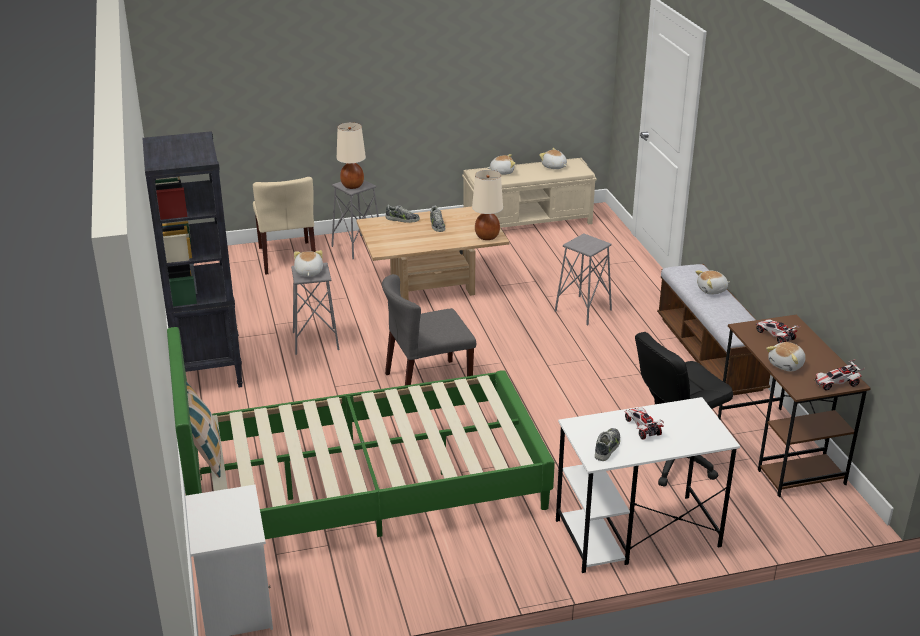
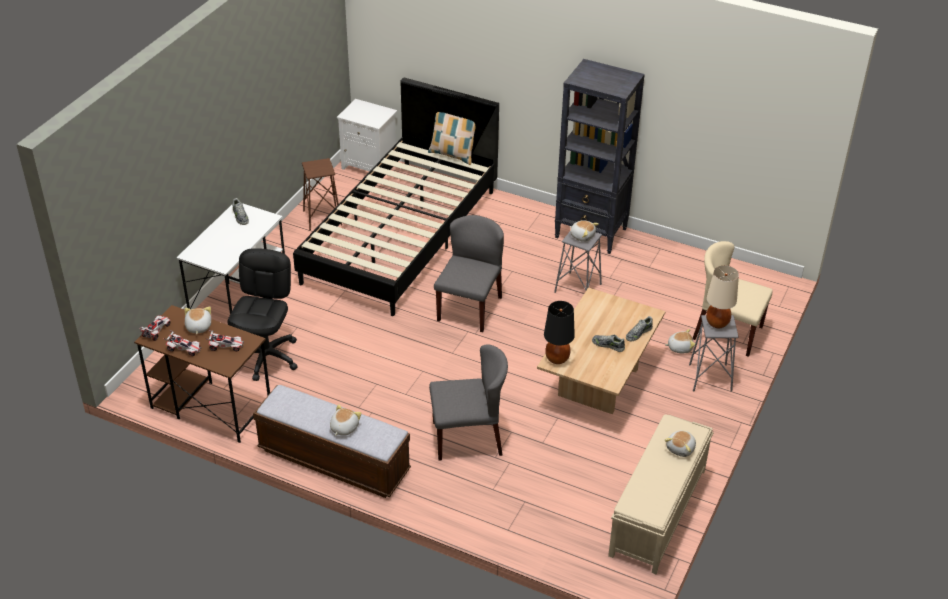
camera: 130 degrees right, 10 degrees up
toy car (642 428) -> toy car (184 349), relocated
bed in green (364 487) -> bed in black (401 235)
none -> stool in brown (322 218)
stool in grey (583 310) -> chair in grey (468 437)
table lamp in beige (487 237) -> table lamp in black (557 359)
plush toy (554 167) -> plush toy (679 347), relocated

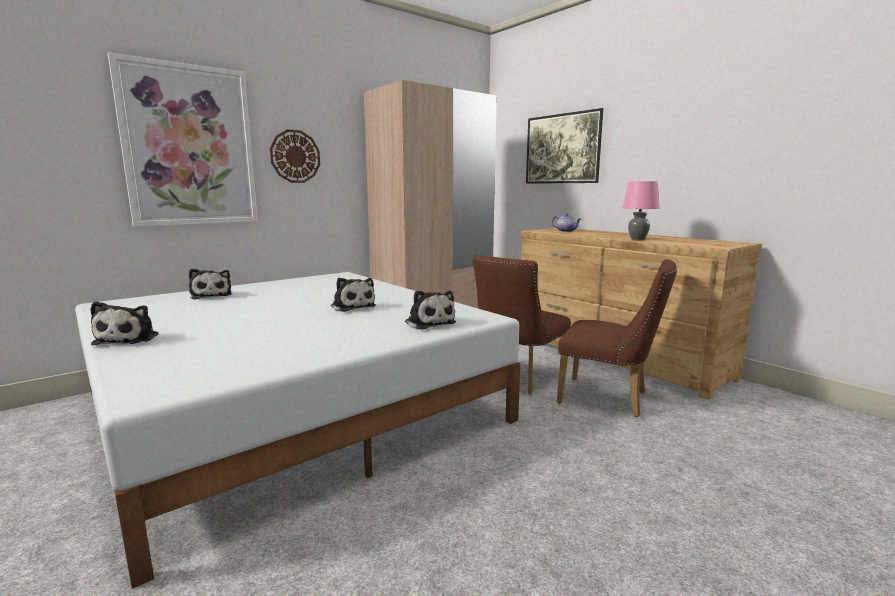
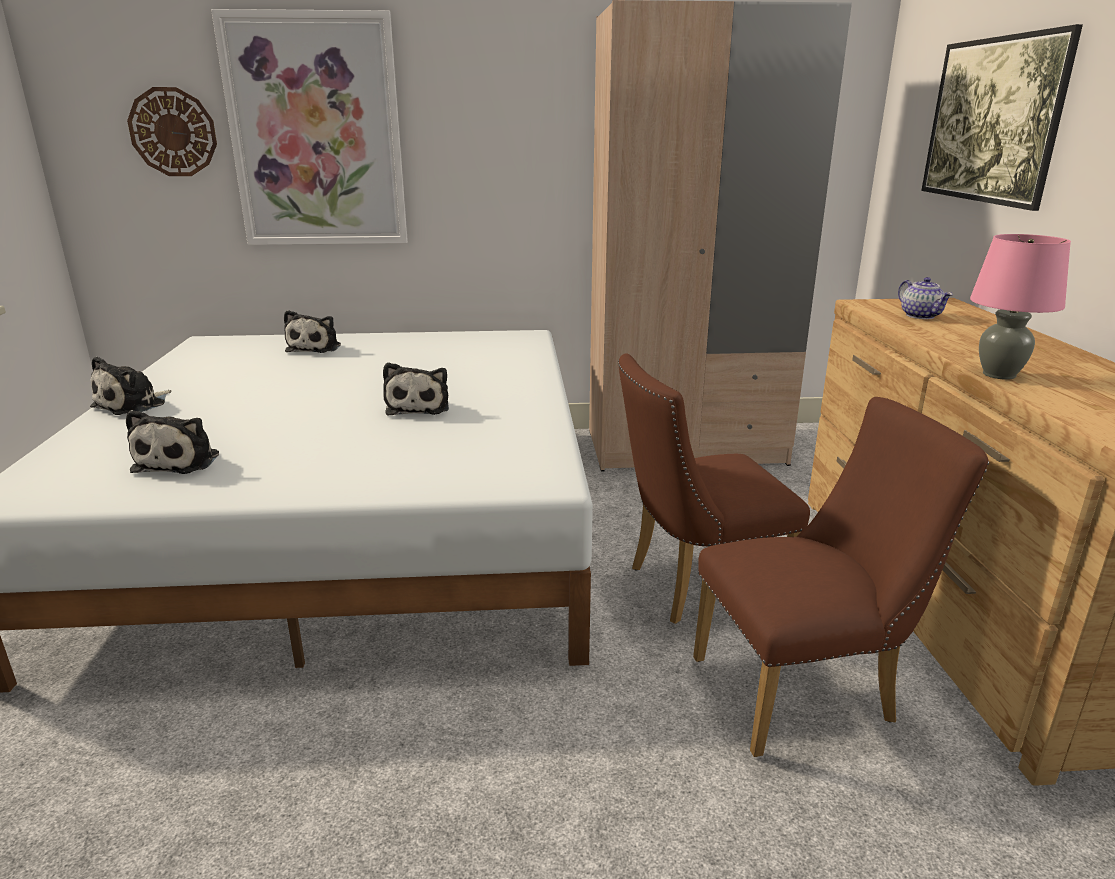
camera: 35 degrees right, 10 degrees up
plush toy (429 323) -> plush toy (180 461), relocated
wall clock (295 156) -> wall clock (173 132), relocated
chair in brown (610 399) -> chair in brown (805 691), 75 degrees counterclockwise

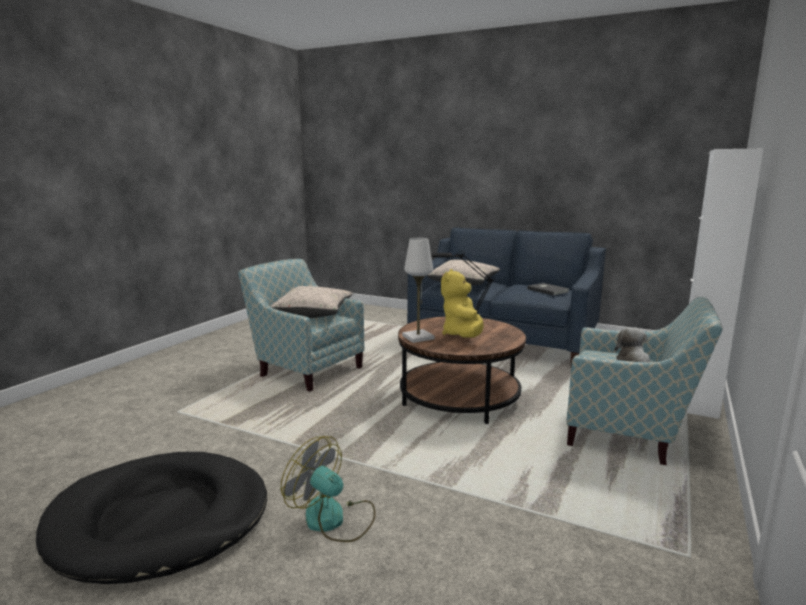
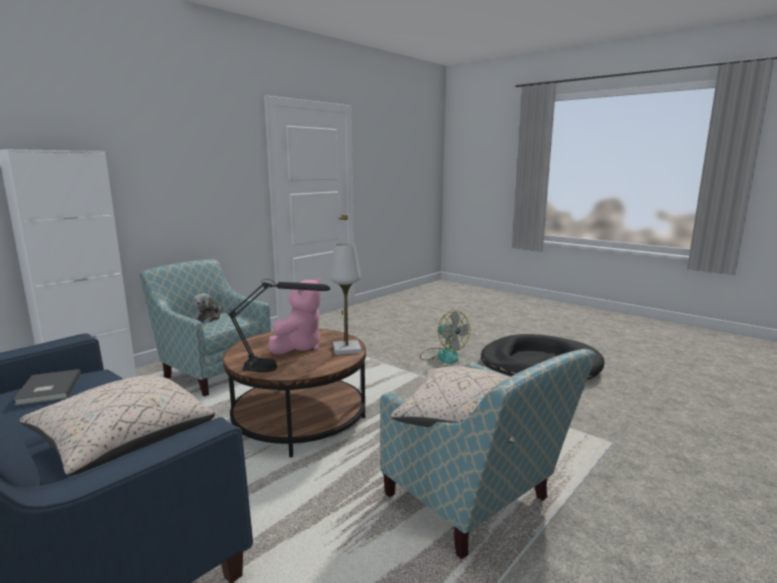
camera: 165 degrees left, 0 degrees up
plush toy in yellow (463 335) -> plush toy in pink (299 347)

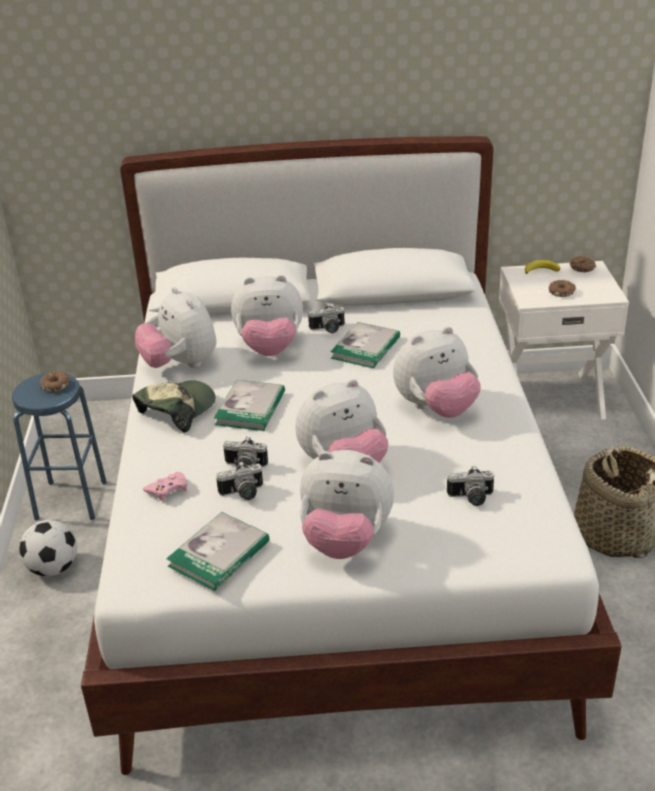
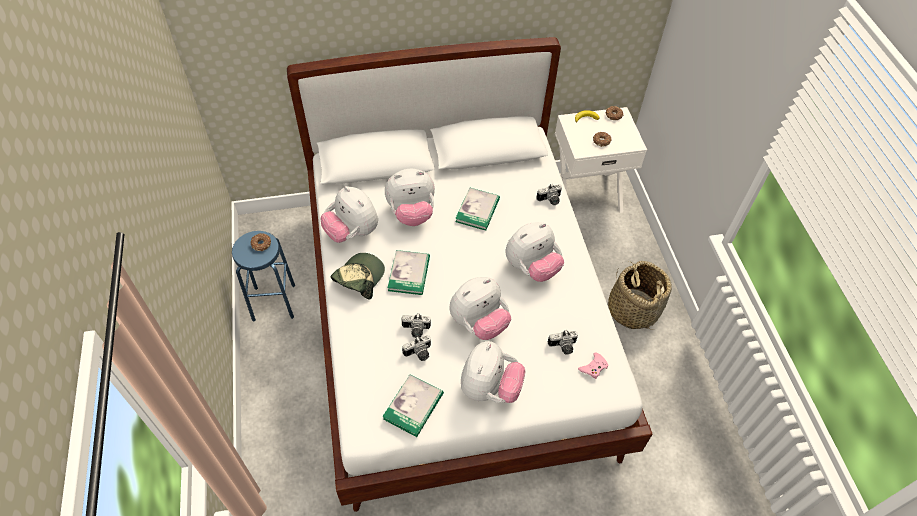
camera: 10 degrees left, 20 degrees up
plush toy (345 540) -> plush toy (489 388), 75 degrees counterclockwise
photo camera (328 329) -> photo camera (550 200), relocated
game controller in pink (168 489) -> game controller in pink (593 367), relocated
football (53 568) -> none

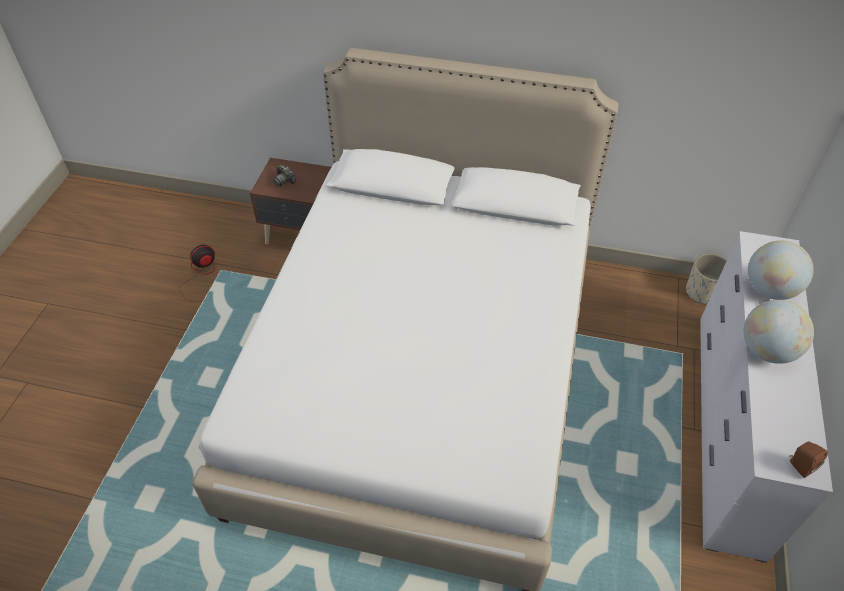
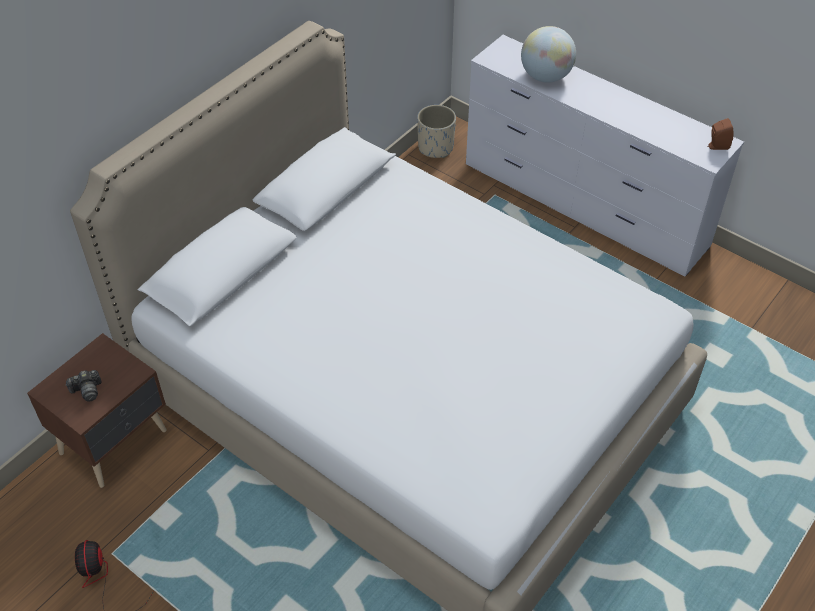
camera: 65 degrees left, 0 degrees up
globe (766 350) -> none

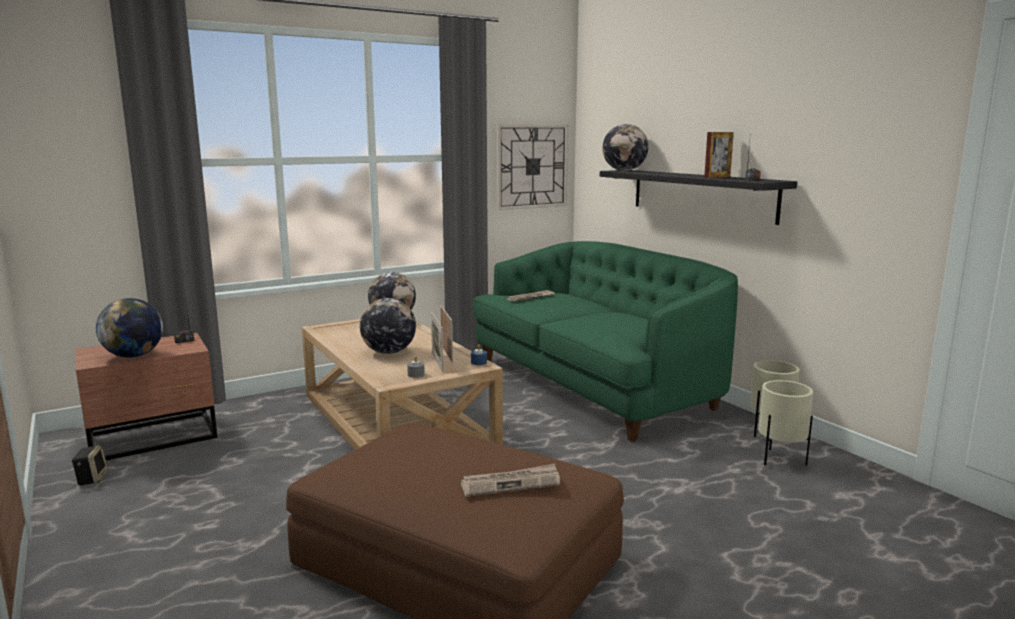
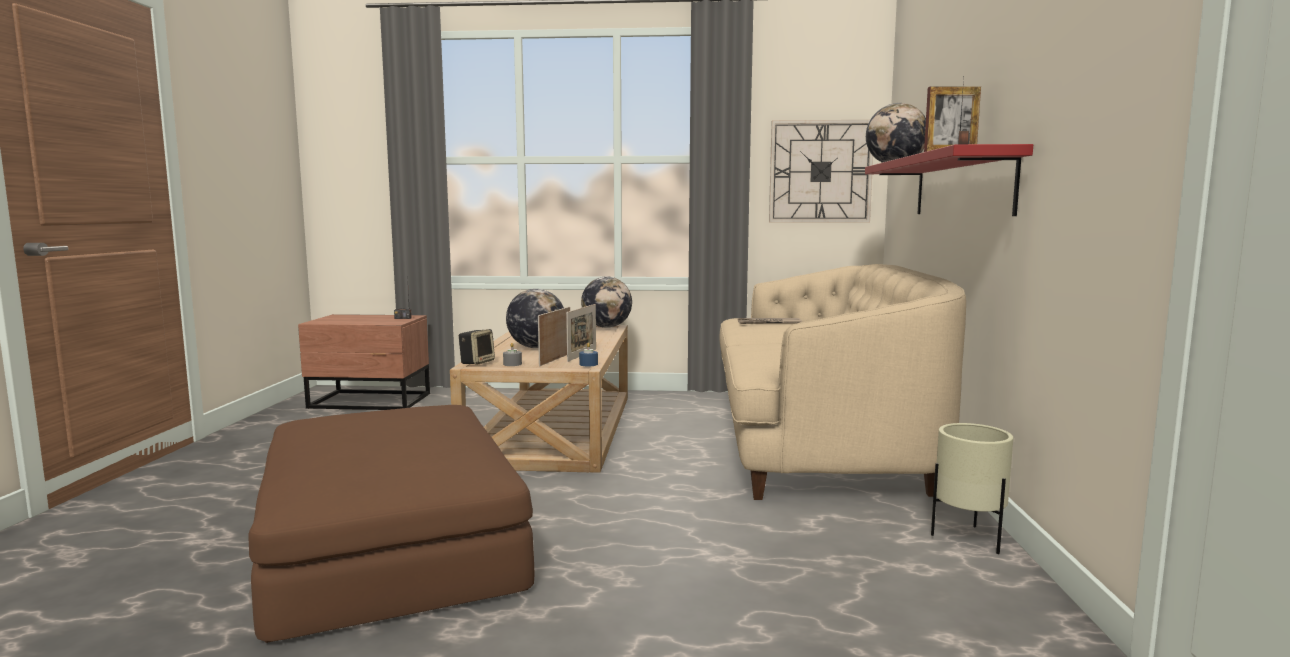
camera: 35 degrees right, 5 degrees down
speaker (92 478) -> speaker (477 362), relocated
sofa in green (594 385) -> sofa in beige (815 440)
shelf in black (701 194) -> shelf in red (960 186)
globe (134 356) -> none
newspaper (511 483) -> none
planter in beige (780 460) -> none

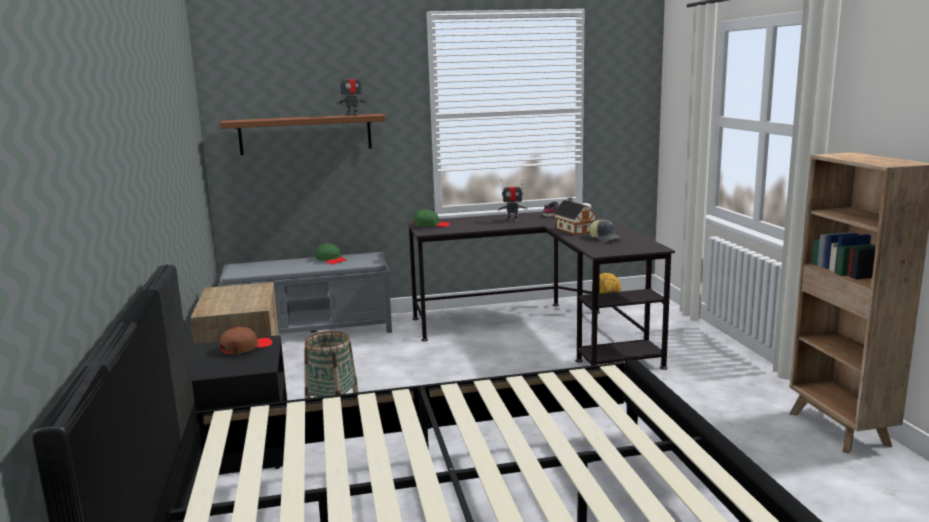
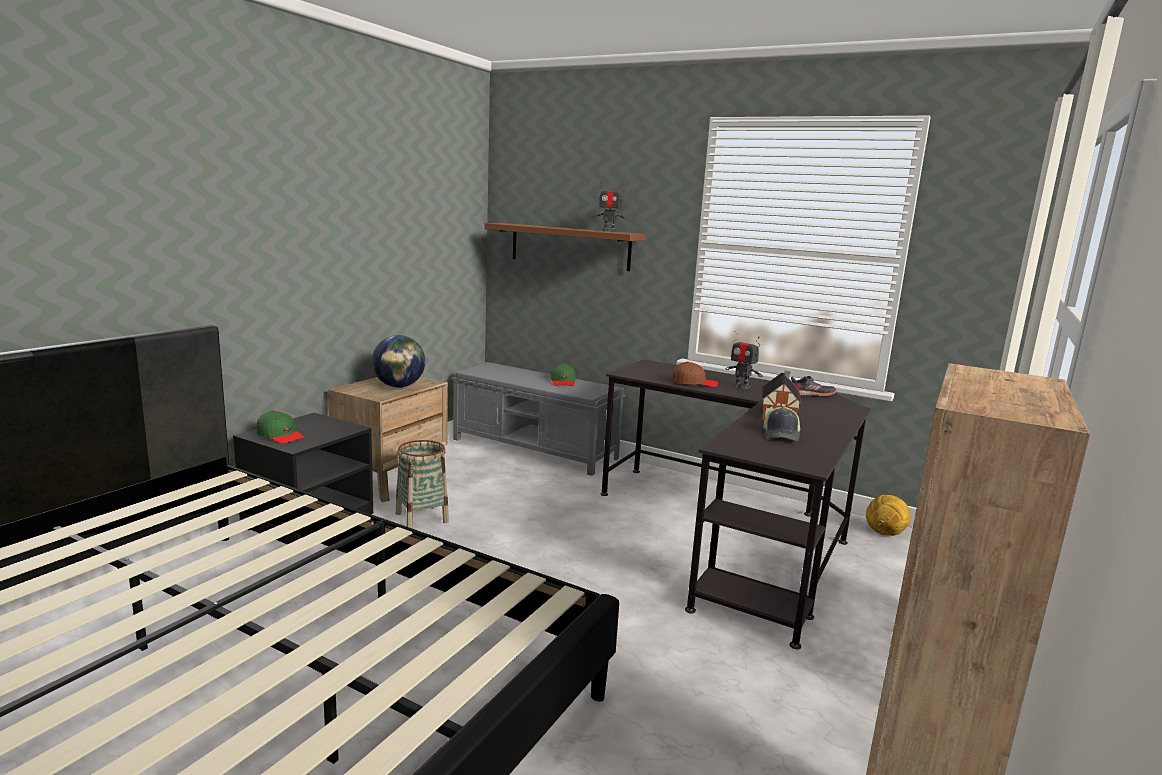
camera: 40 degrees right, 0 degrees up
cap in green (431 225) -> cap in green (280 436), relocated
none -> globe (399 386)
cap in brown (246 347) -> cap in brown (694 383), relocated

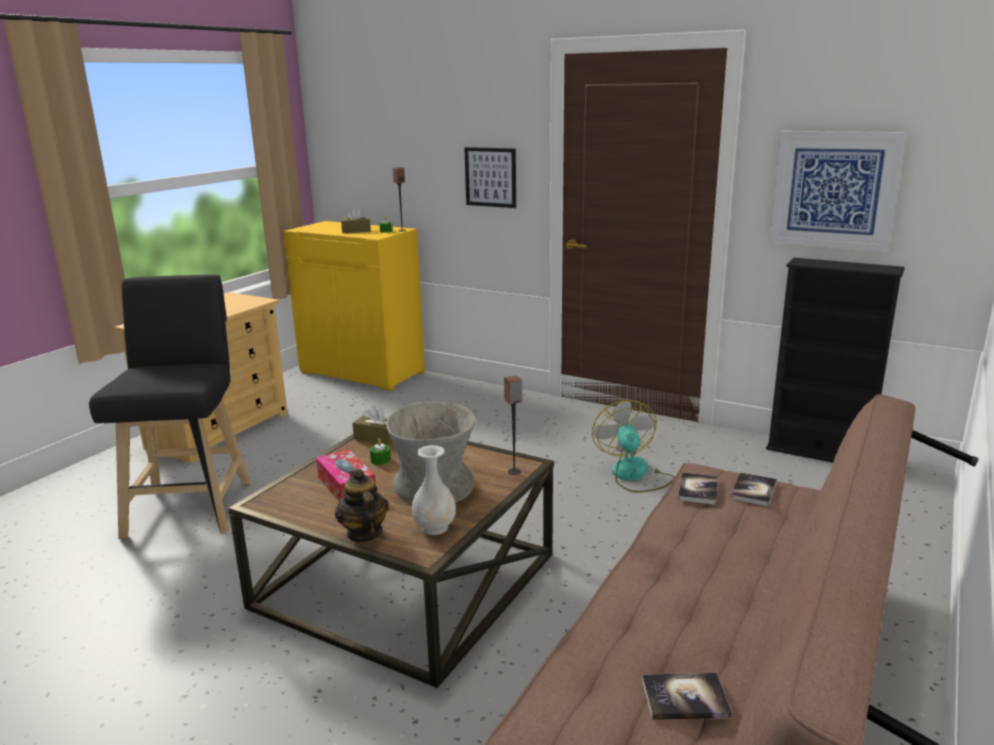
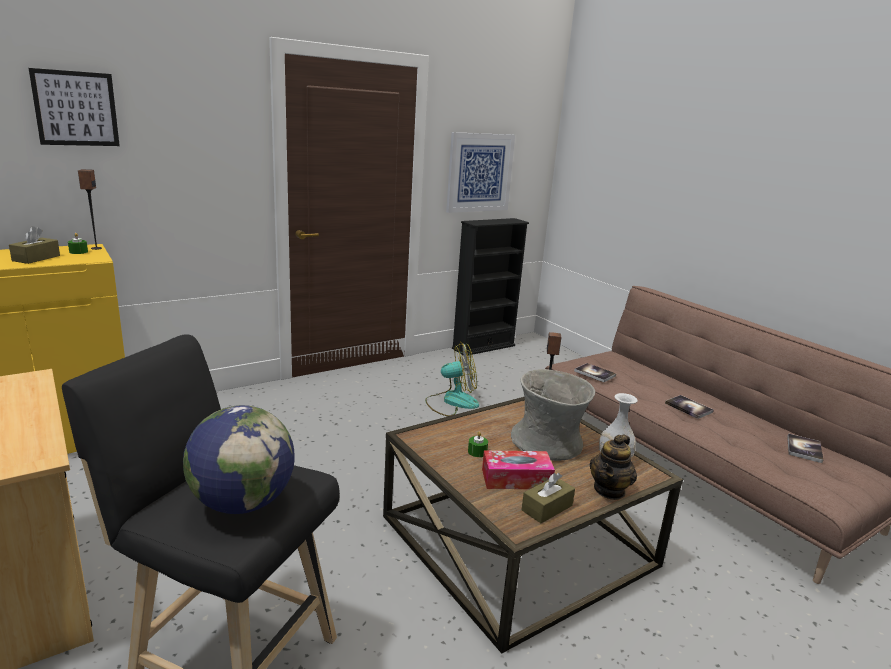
camera: 65 degrees left, 0 degrees up
picture (490 177) -> picture (76 108), relocated
none -> globe (242 503)
fan (634 475) -> fan (452 402), 150 degrees clockwise
tissue box in brown (377 438) -> tissue box in brown (547 508), relocated
teapot (363 533) -> teapot (609 490), 60 degrees counterclockwise
book (753 490) -> book (688 408), relocated

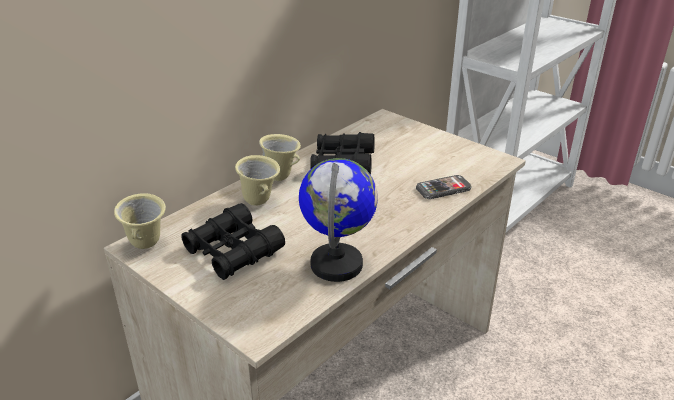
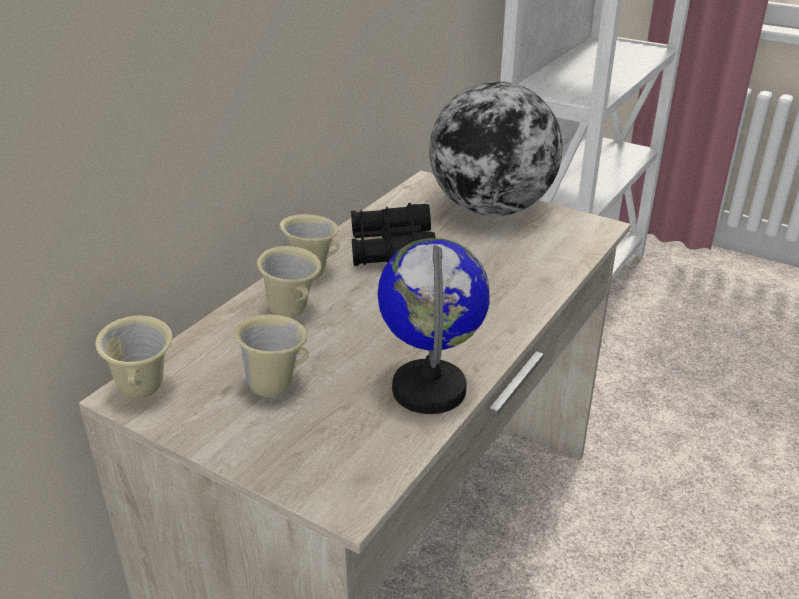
camera: 10 degrees left, 0 degrees up
binoculars in black (233 251) -> mug in beige (276 386)
none -> globe (491 209)
phone (443 189) -> none

